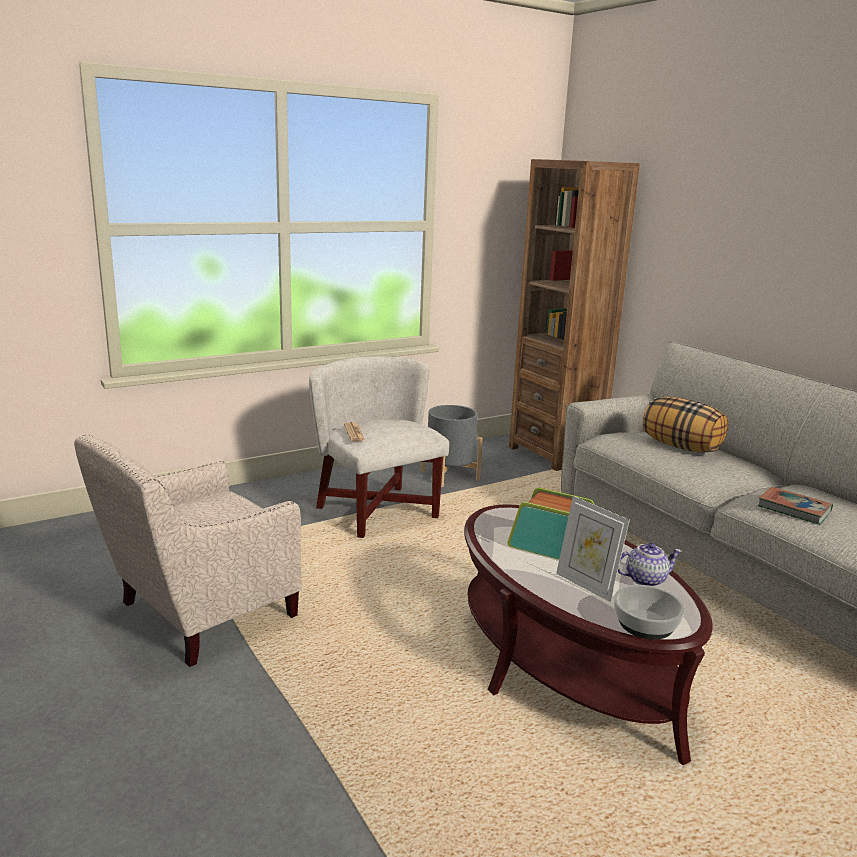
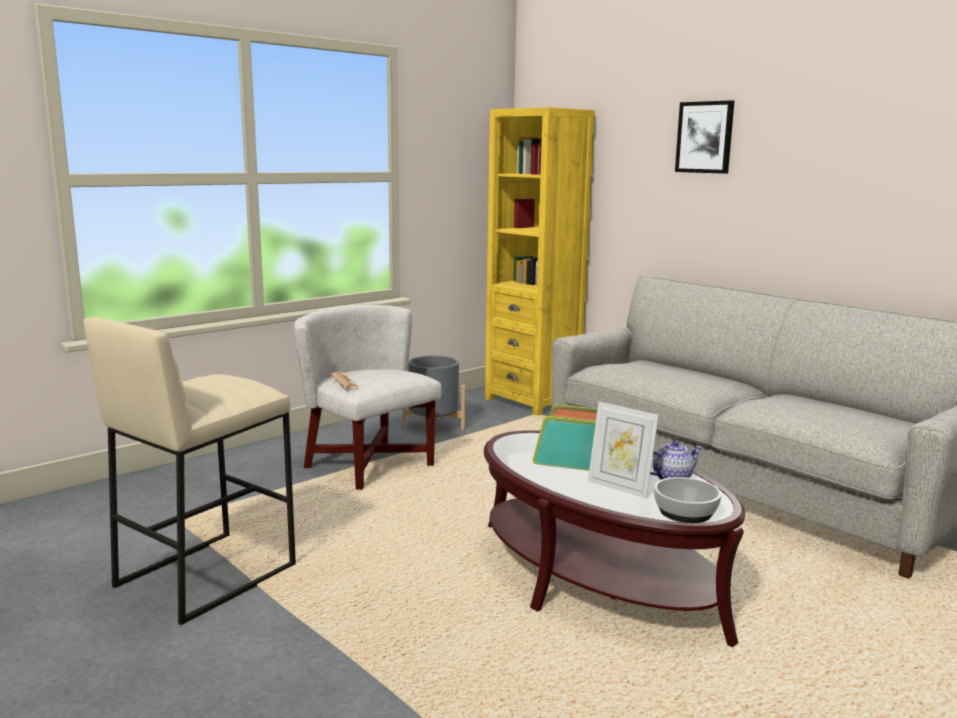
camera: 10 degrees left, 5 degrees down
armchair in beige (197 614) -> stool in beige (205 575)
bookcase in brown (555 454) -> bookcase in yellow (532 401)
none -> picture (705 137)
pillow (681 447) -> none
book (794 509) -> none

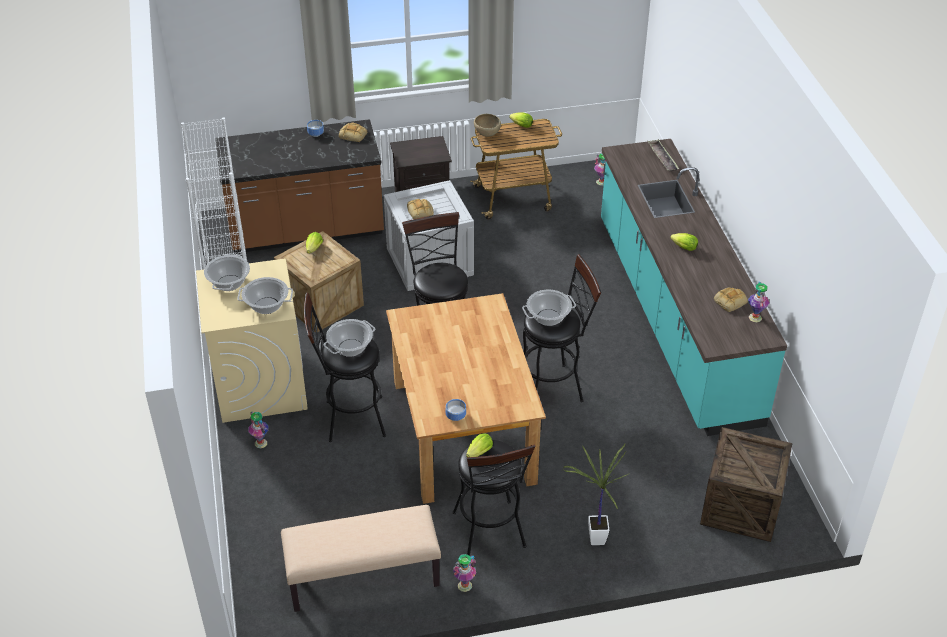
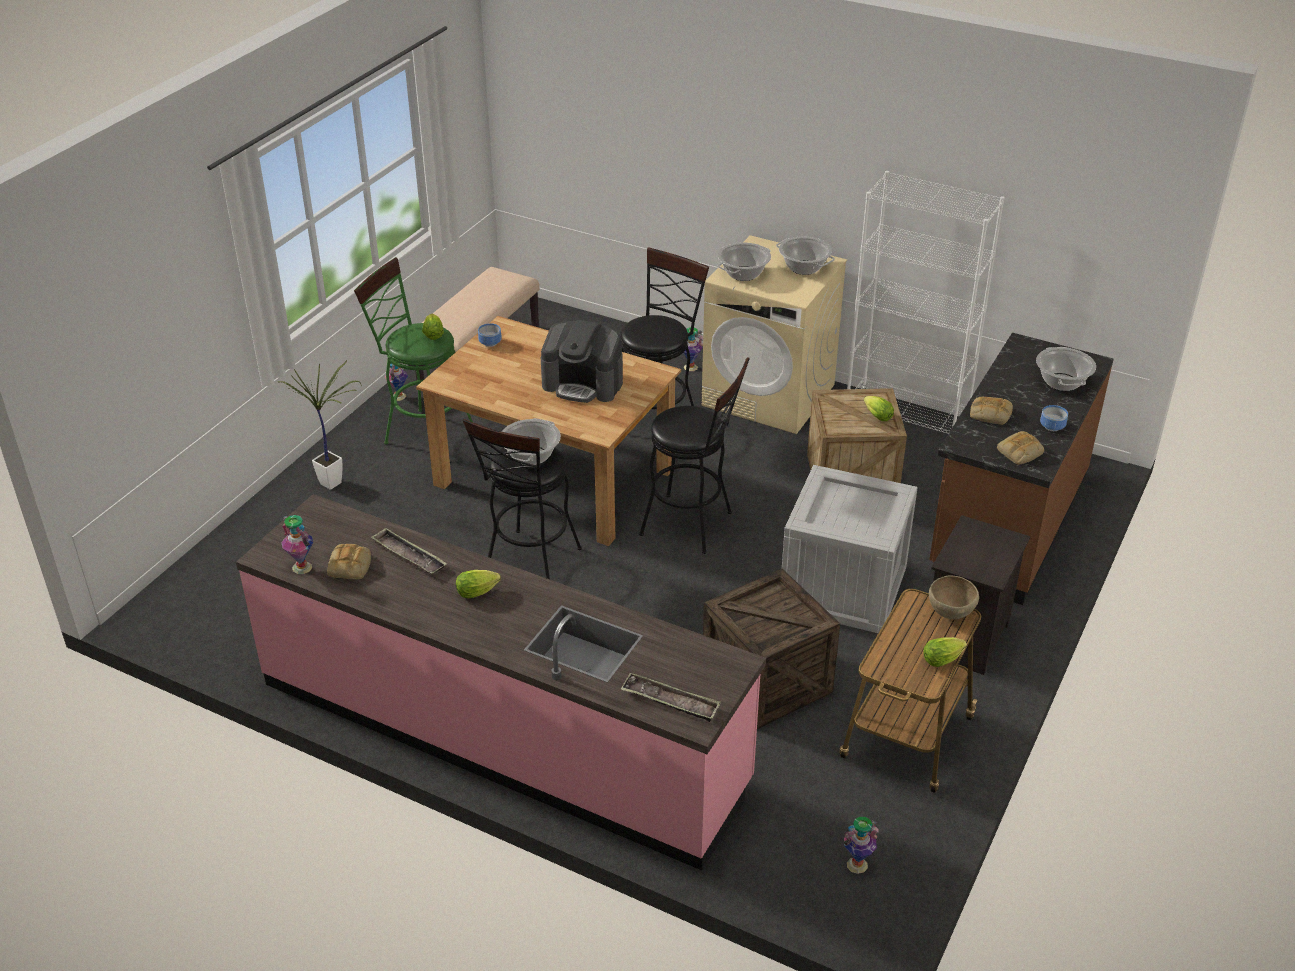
camera: 130 degrees right, 5 degrees down
counter in turquoise (674 318) -> counter in pink (502 732)
stool in black (491 535) -> stool in green (423 432)
none -> tray (409 556)
none -> coffee machine (583 384)
crate (740 506) -> crate (766 681), relocated
bread (420 211) -> bread (989 414), relocated
cooking pot (350 348) -> cooking pot (1061 382), relocated

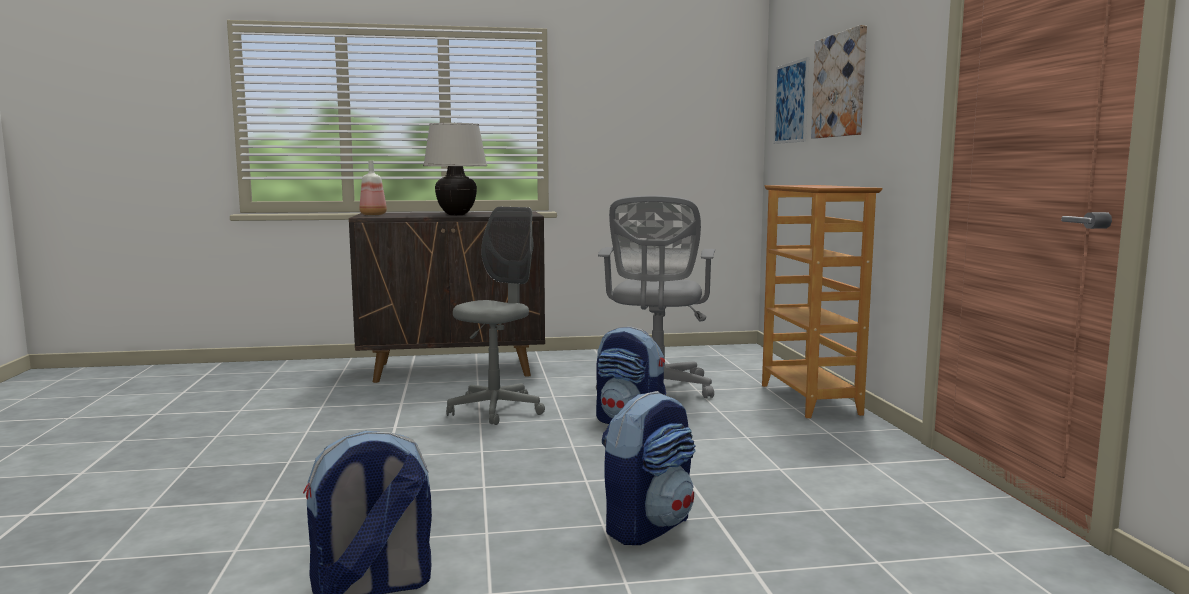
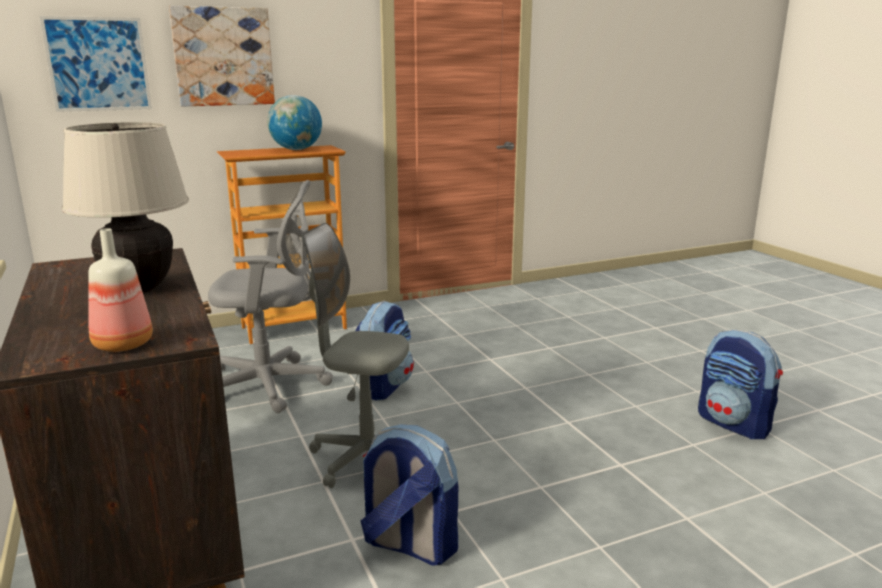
camera: 105 degrees left, 10 degrees up
none -> globe (296 149)
backpack (648 526) -> backpack (409 545), relocated

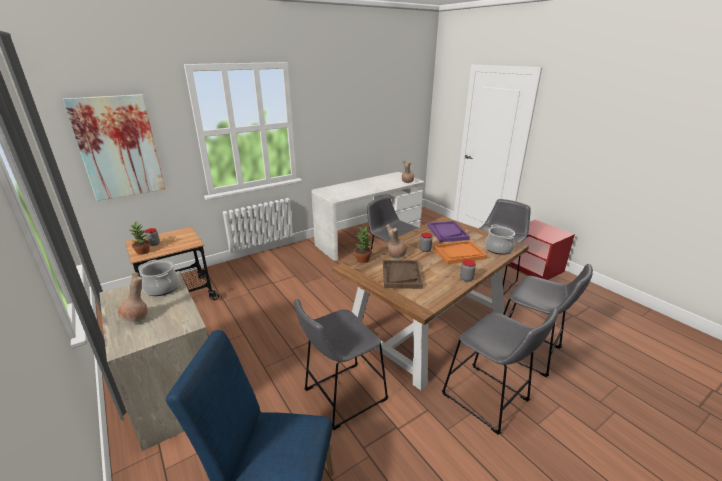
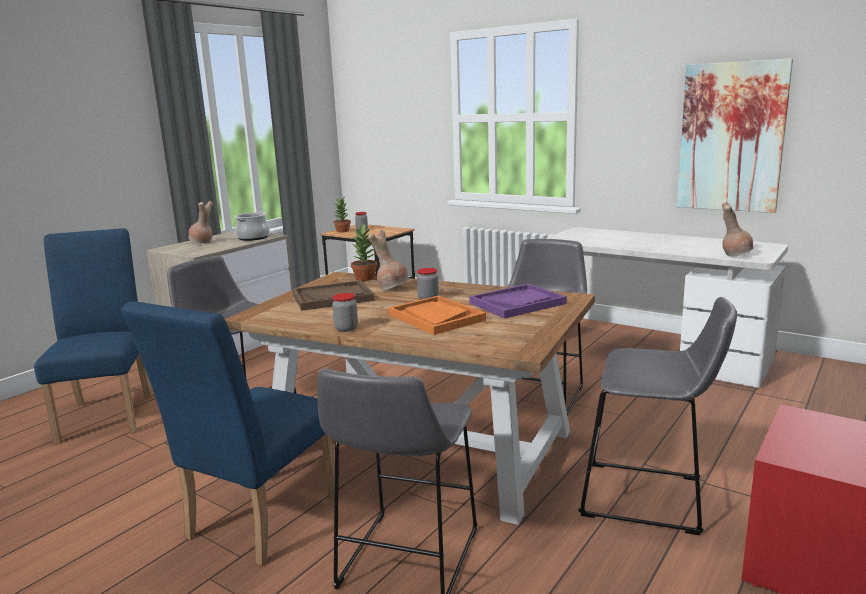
camera: 70 degrees right, 10 degrees down
stool in grey (488 400) -> chair in blue (255 523)
picture (119 147) -> picture (731 137), relocated
cooking pot (498 249) -> none

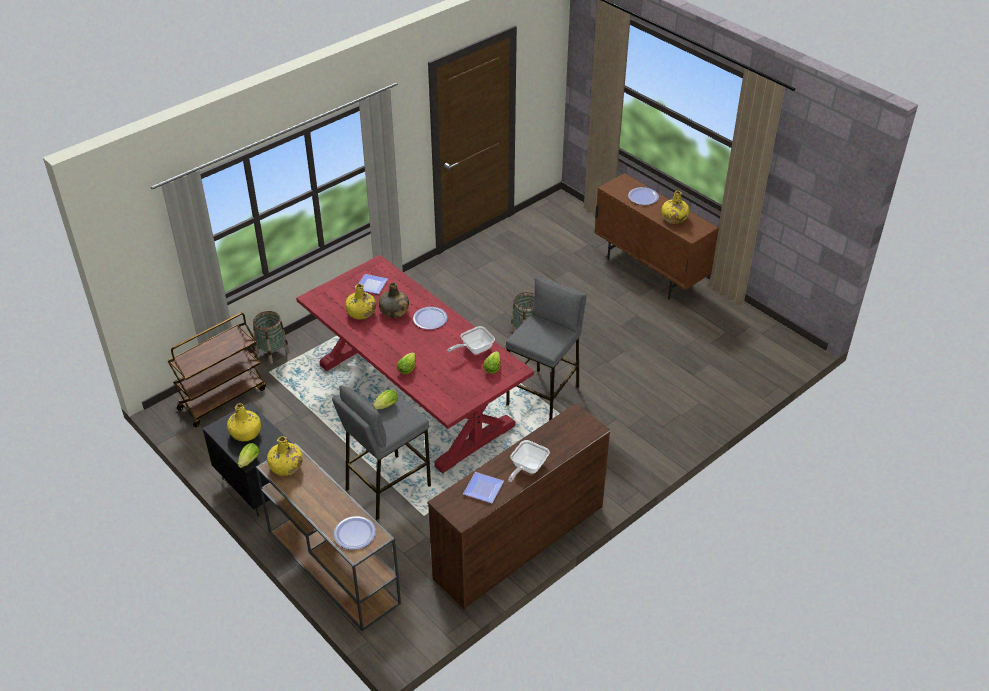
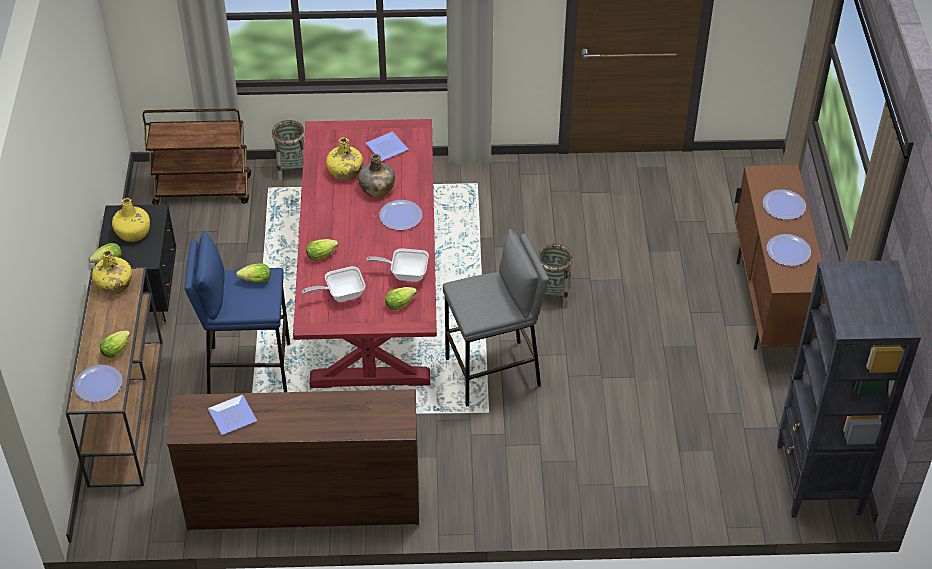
camera: 40 degrees right, 5 degrees up
none -> lettuce (117 349)
stool in grey (387 487) -> stool in blue (248 368)
frying pan (527 468) -> frying pan (341 294), relocated
bottle in yellow (674 218) -> plate (788 251)
none -> bookcase in black (818 481)

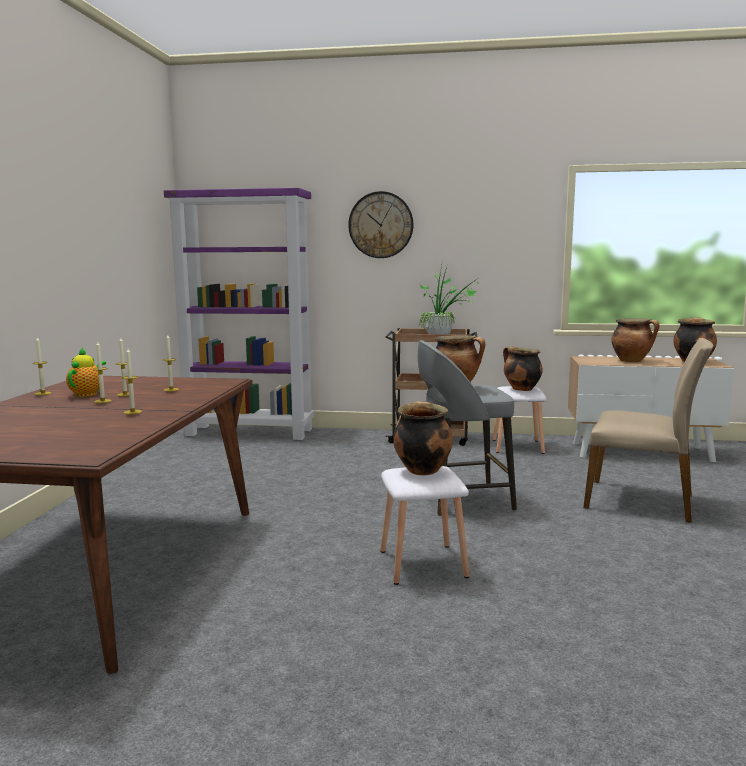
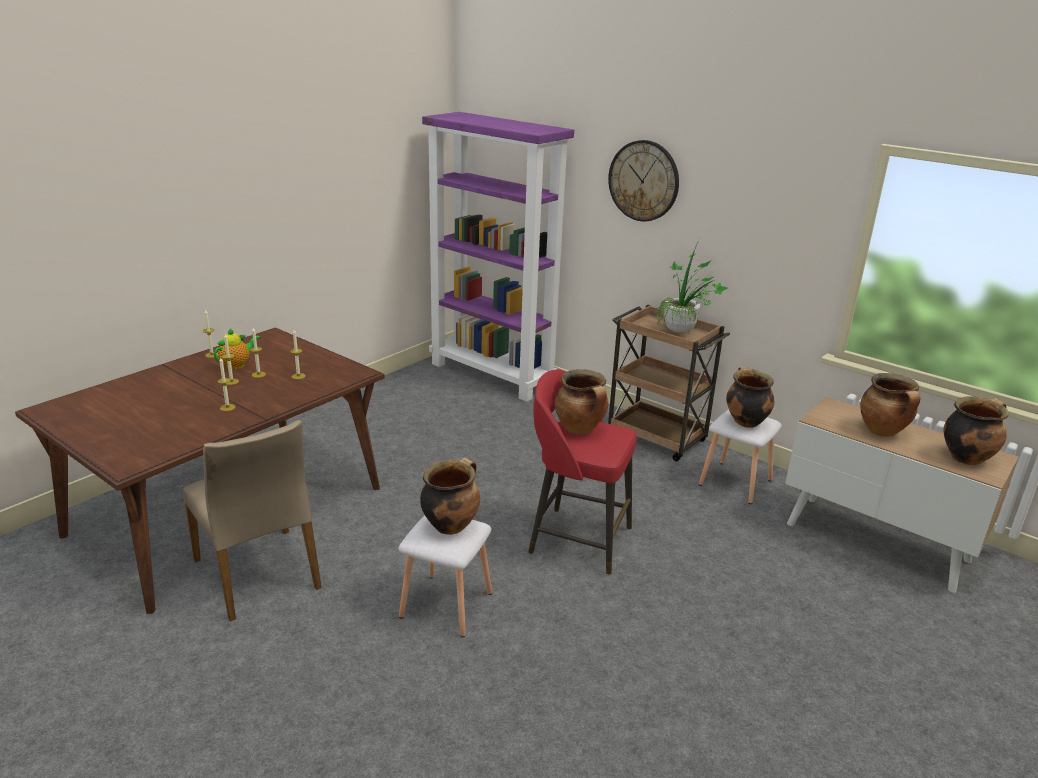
camera: 30 degrees right, 15 degrees up
chair in beige (640 501) -> chair in beige (259 573), relocated
stool in grey (462 499) -> stool in red (577 539)

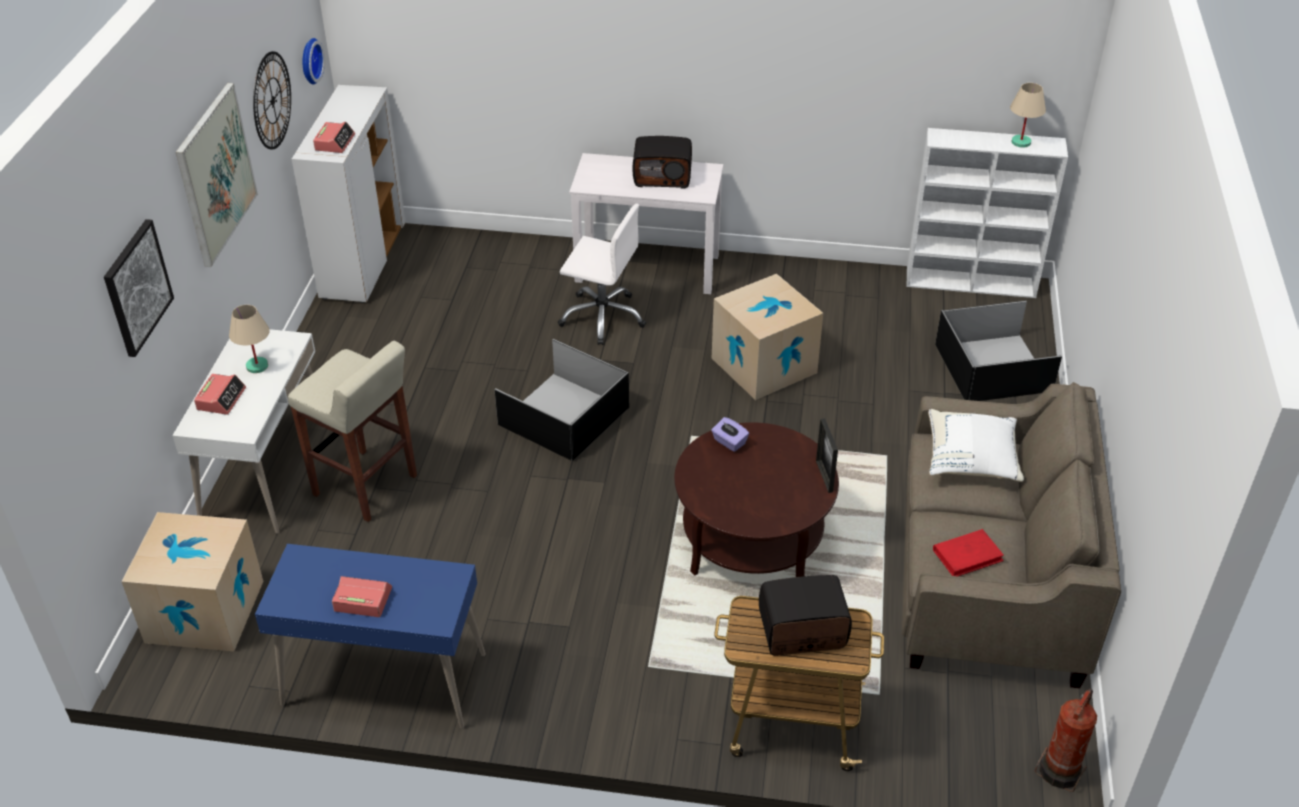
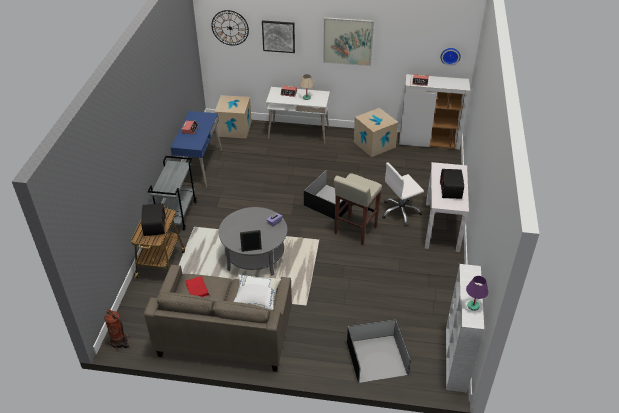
camera: 90 degrees right, 0 degrees up
none -> cart in grey (177 214)
wall clock (272 100) -> wall clock (230 28), relocated
coffee table in brown (752 540) -> coffee table in grey (254 256)
stool in beige (366 486) -> stool in beige (355 231), relocated
cardboard box (764 365) -> cardboard box (374 144), relocated
office chair in white (603 317) -> office chair in white (400 212), 45 degrees clockwise
table lamp in beige (1021 142) -> table lamp in purple (473 306)

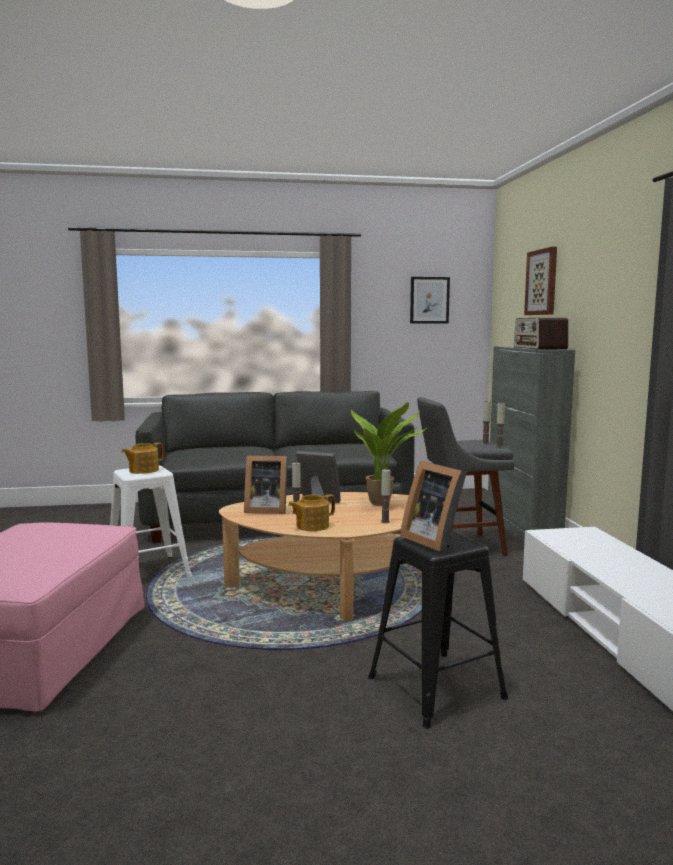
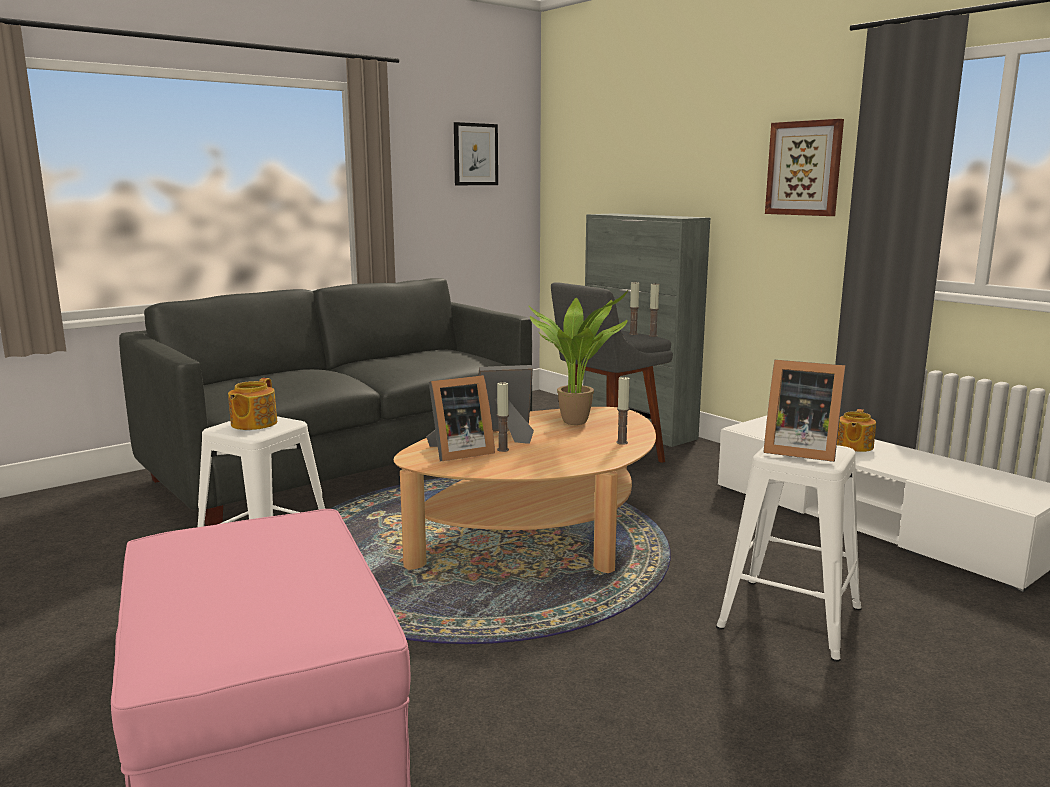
camera: 30 degrees left, 5 degrees up
stool in black (438 687) -> stool in white (792 617)
picture (542 282) -> picture (804 168), relocated
teapot (311 526) -> teapot (853 446), relocated
radio (539 348) -> none

